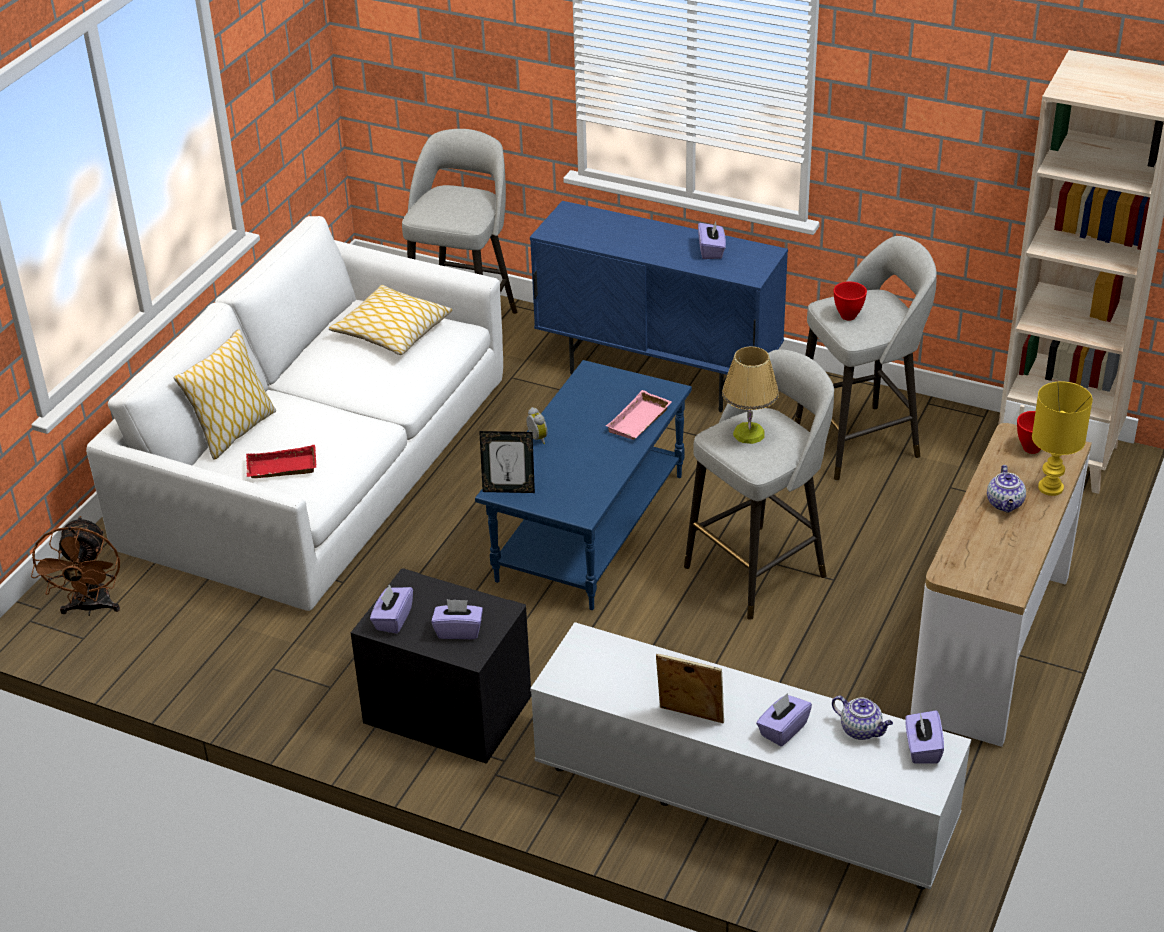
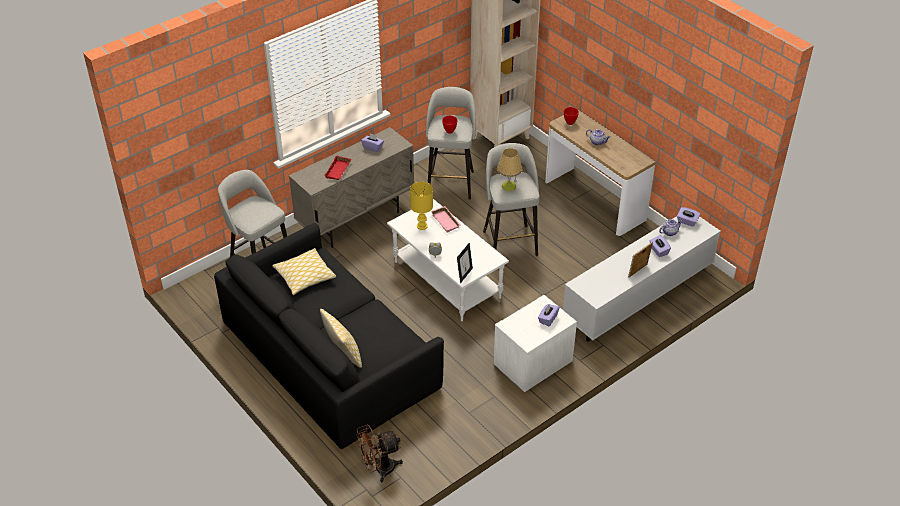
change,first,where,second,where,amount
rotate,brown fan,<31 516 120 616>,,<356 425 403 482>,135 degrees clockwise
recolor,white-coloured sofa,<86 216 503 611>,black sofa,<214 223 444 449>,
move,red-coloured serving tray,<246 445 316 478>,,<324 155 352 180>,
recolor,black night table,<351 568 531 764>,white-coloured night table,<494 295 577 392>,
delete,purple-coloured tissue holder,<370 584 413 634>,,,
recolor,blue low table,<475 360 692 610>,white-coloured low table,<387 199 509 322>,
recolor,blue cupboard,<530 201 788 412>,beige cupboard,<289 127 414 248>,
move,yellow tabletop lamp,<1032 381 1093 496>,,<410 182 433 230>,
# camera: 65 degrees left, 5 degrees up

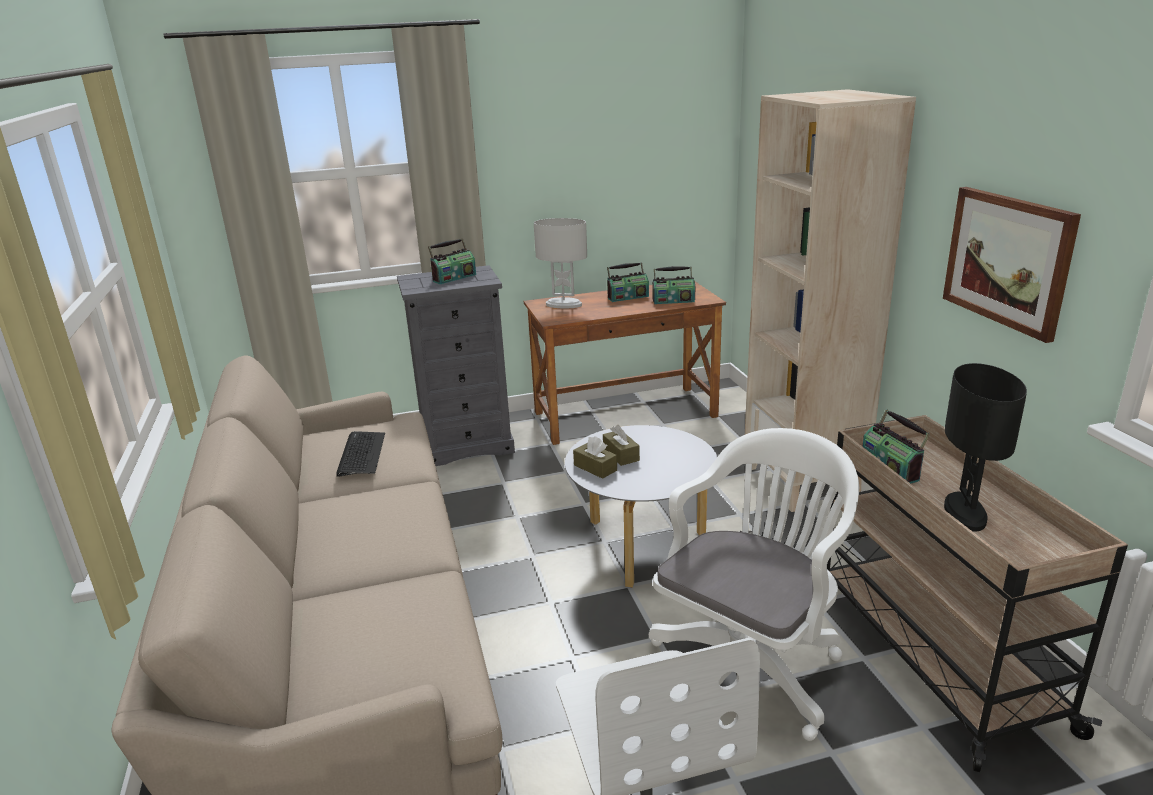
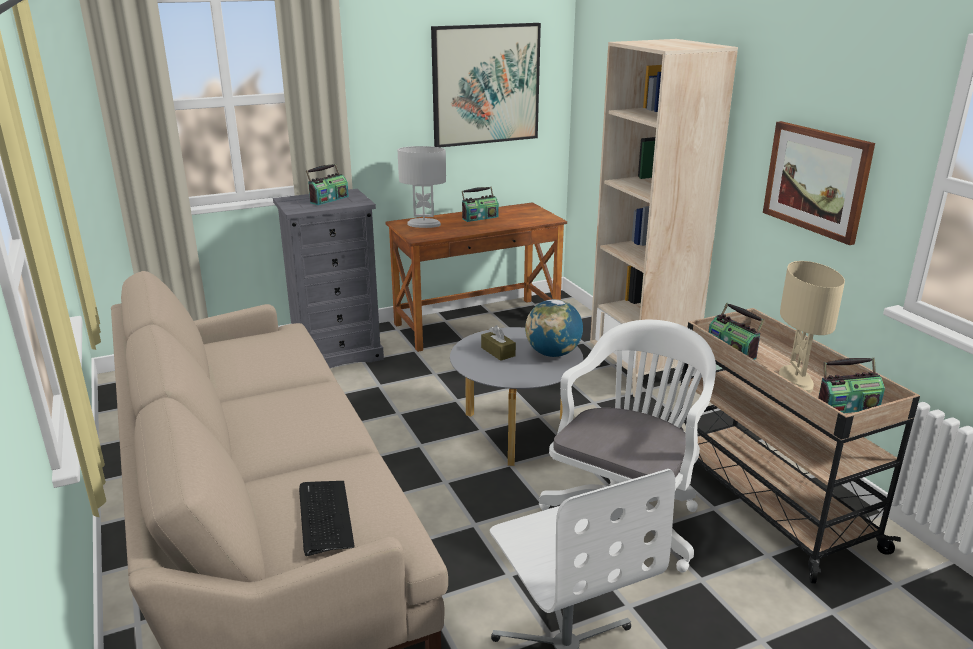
change,first,where,second,where,amount
move,computer keyboard,<336 431 385 477>,,<299 481 355 556>,
delete,brown tissue holder,<573 436 617 479>,,,
move,radio set,<652 266 695 304>,,<818 358 885 413>,
recolor,black tabletop lamp,<944 363 1027 531>,beige tabletop lamp,<779 261 845 393>,
insert,,,wall picture,<431 23 541 147>,
insert,,,desk globe,<525 299 583 357>,
# camera: 10 degrees left, 0 degrees up

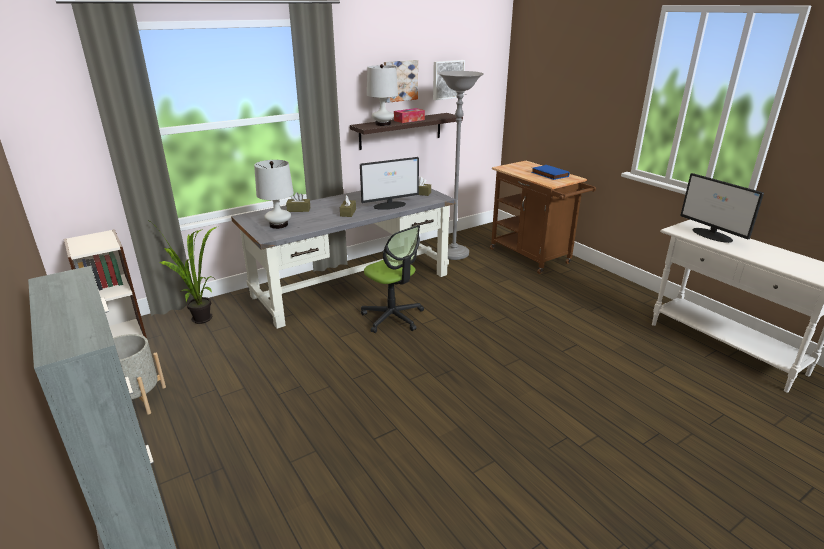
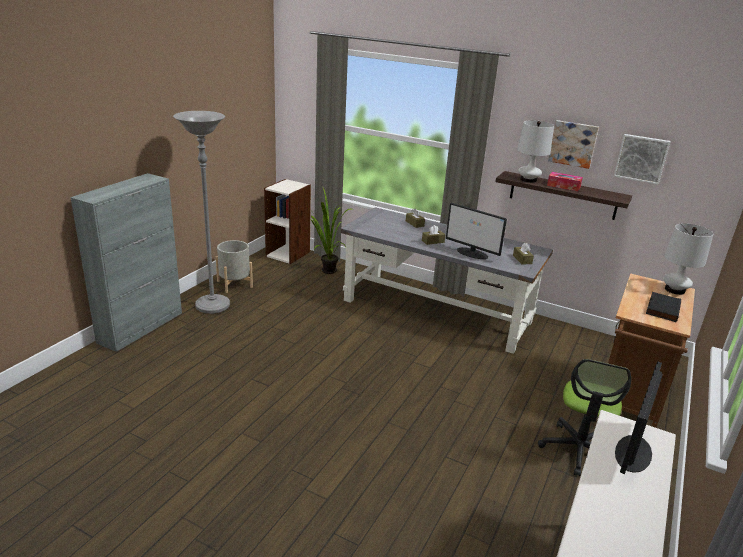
change,first,where,second,where,amount
move,white-coloured tabletop lamp,<254 160 294 229>,,<663 223 713 295>,
move,desk chair,<361 225 424 333>,,<538 359 631 477>,
move,gray standard lamp,<438 71 484 260>,,<173 111 230 314>,
recolor,blue book,<531 165 570 180>,black book,<646 292 681 322>,
# camera: 60 degrees right, 0 degrees up

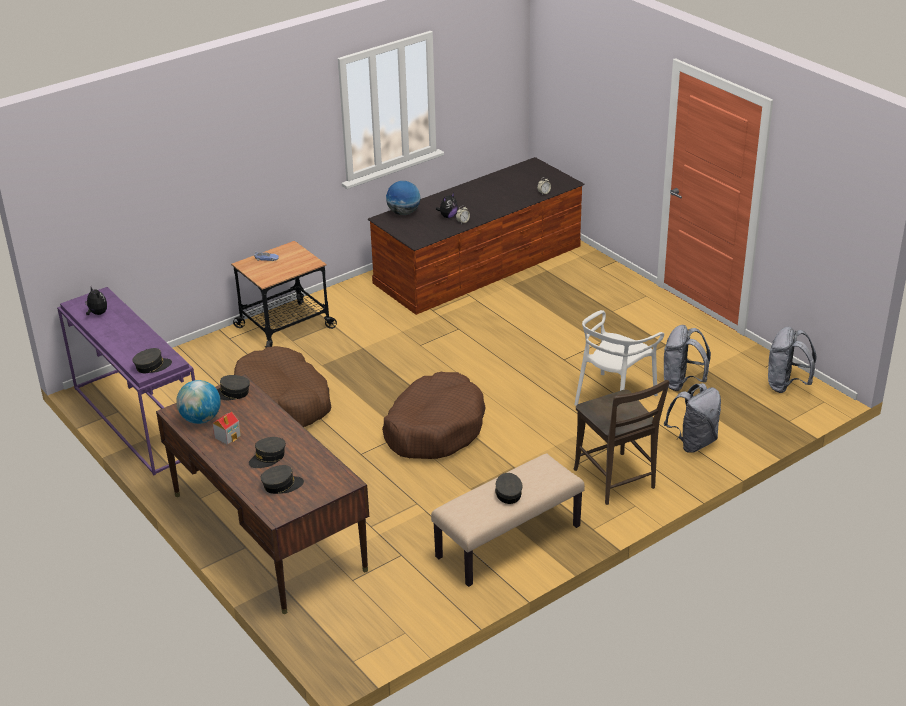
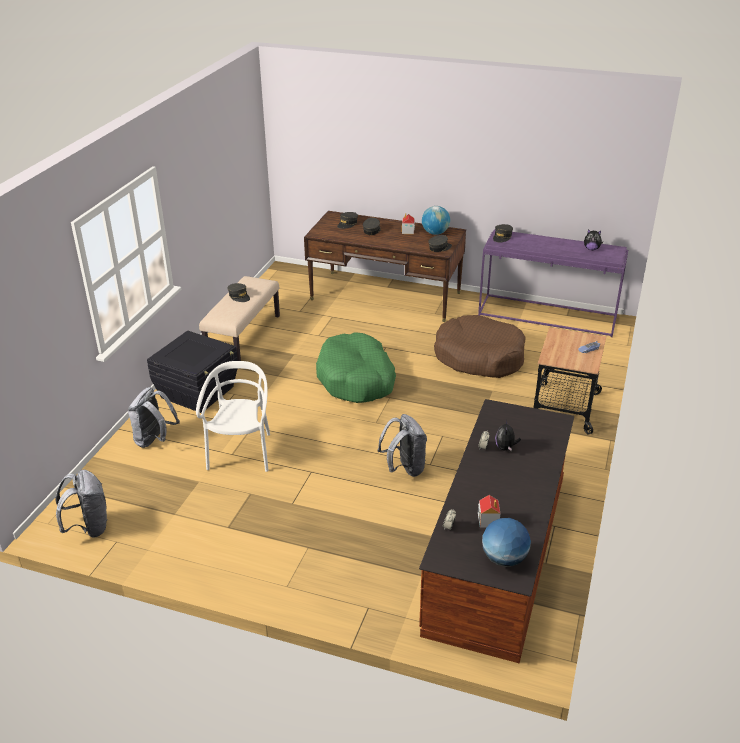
change,first,where,second,where,amount
recolor,brown dog bed,<382 372 486 459>,green-coloured dog bed,<316 332 396 403>,
move,desk globe,<386 181 421 215>,,<482 518 531 567>,
replace,brown chair,<574 380 670 505>,black storage bin,<147 330 238 413>,
move,gray rucksack,<664 325 711 391>,,<377 414 427 477>,
insert,,,toy house,<478 495 501 527>,
# camera: 145 degrees right, 0 degrees up

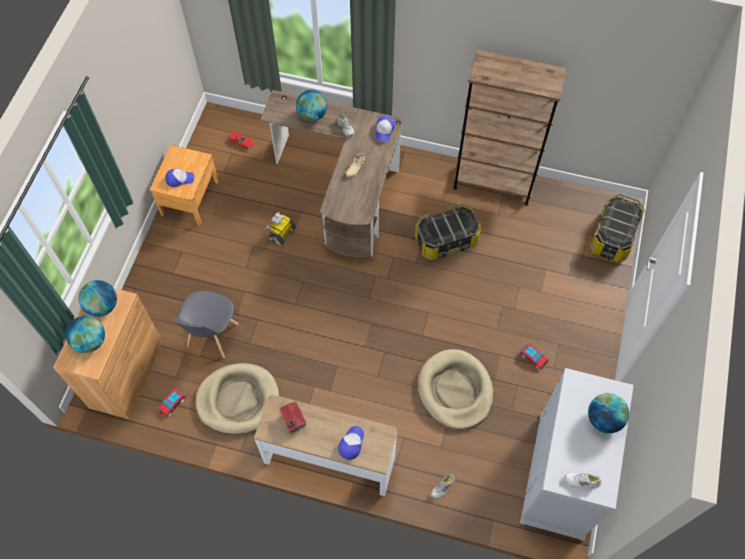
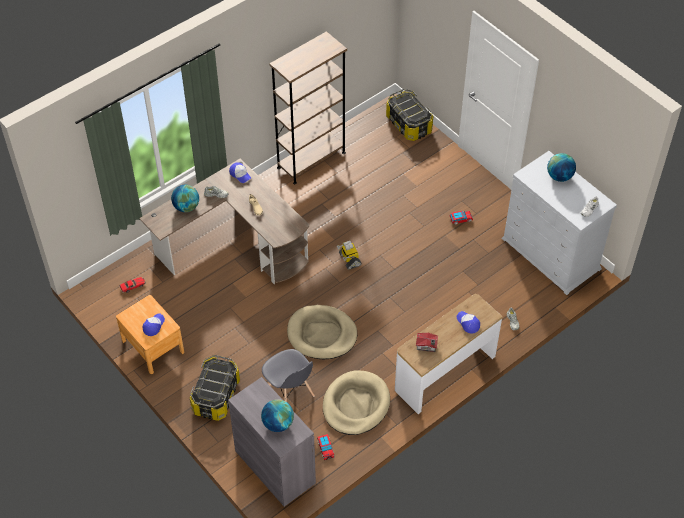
change,first,where,second,where,amount
recolor,brown cupboard,<53 288 162 419>,gray cupboard,<228 377 316 507>,
delete,desk globe,<79 280 117 317>,,,
move,toy robot,<265 212 296 246>,,<337 241 361 270>,
move,storage bin,<415 204 481 260>,,<190 355 240 421>,
move,beige dog bed,<418 349 493 429>,,<287 305 357 359>,
# camera: 55 degrees left, 10 degrees down

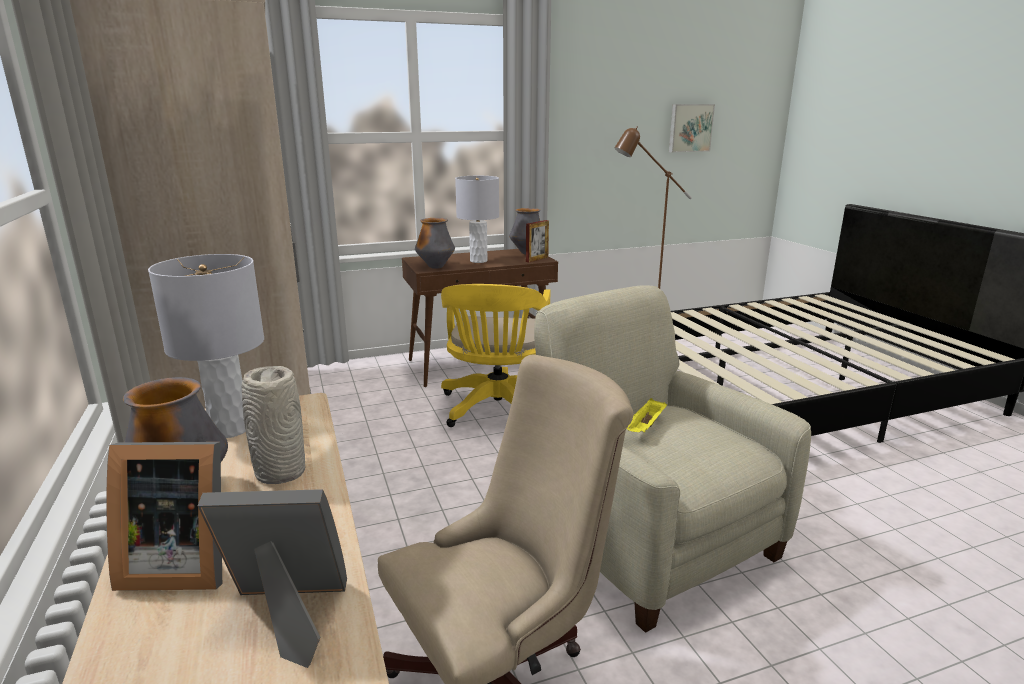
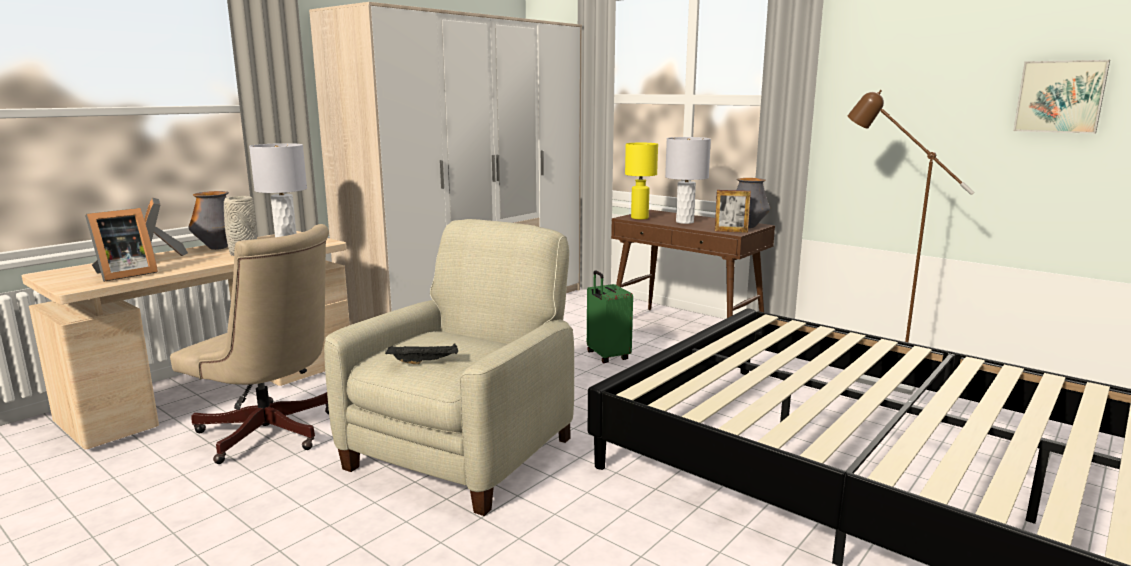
change,first,where,second,where,amount
rotate,picture frame,<198 489 347 668>,,<85 208 158 282>,75 degrees clockwise
replace,vase,<415 218 455 269>,yellow tabletop lamp,<625 143 658 219>,
replace,yellow desk chair,<441 284 550 427>,green-coloured travel case,<587 270 633 363>,
delete,yellow serving tray,<627 398 667 433>,,,
insert,,,black serving tray,<385 343 458 364>,
# camera: 60 degrees right, 5 degrees down

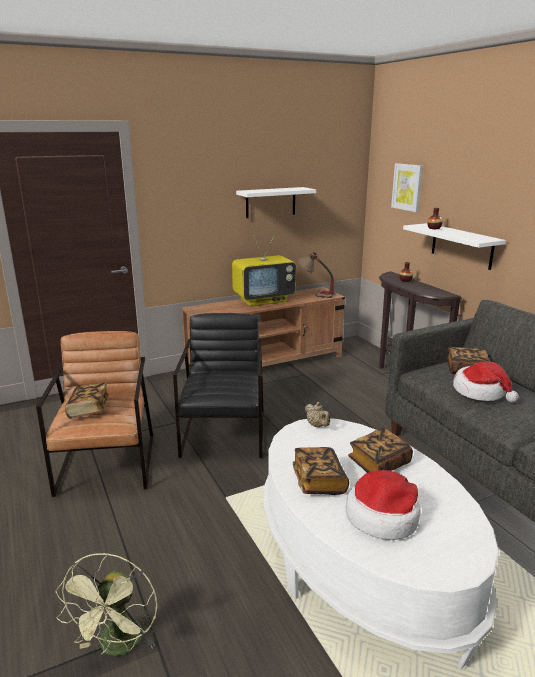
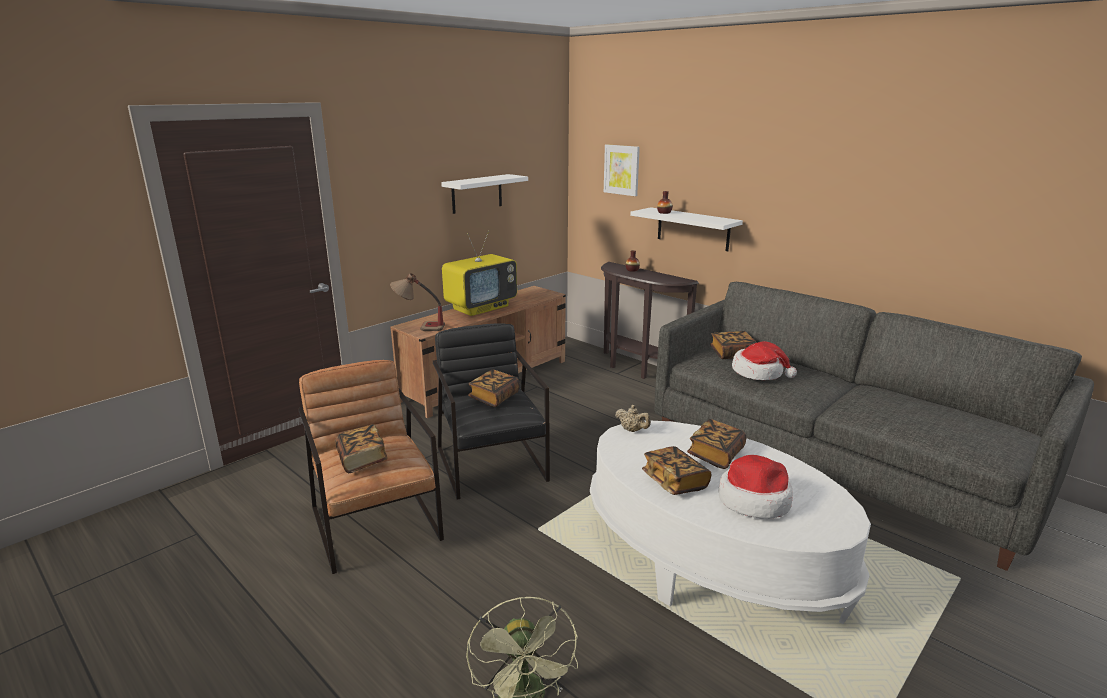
change,first,where,second,where,amount
move,tabletop lamp,<298 252 335 298>,,<390 273 445 331>,
insert,,,book,<468 369 519 407>,
# camera: 20 degrees left, 0 degrees up

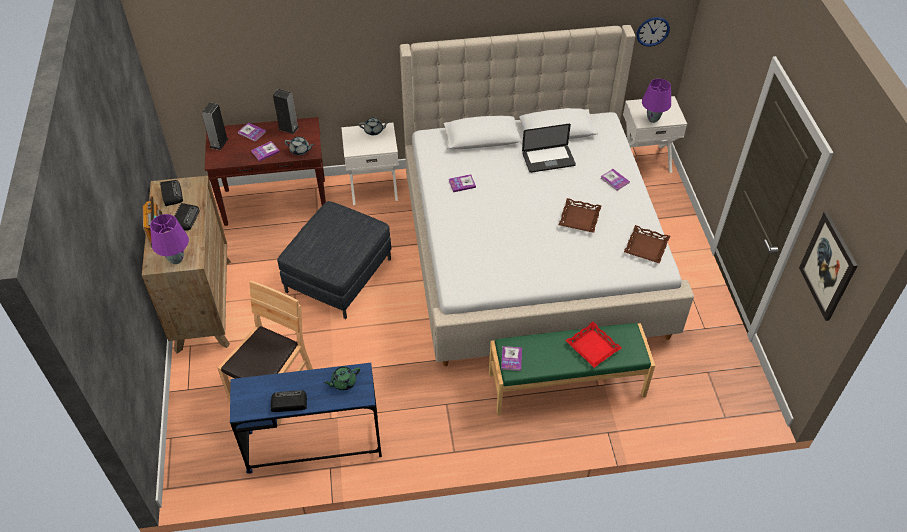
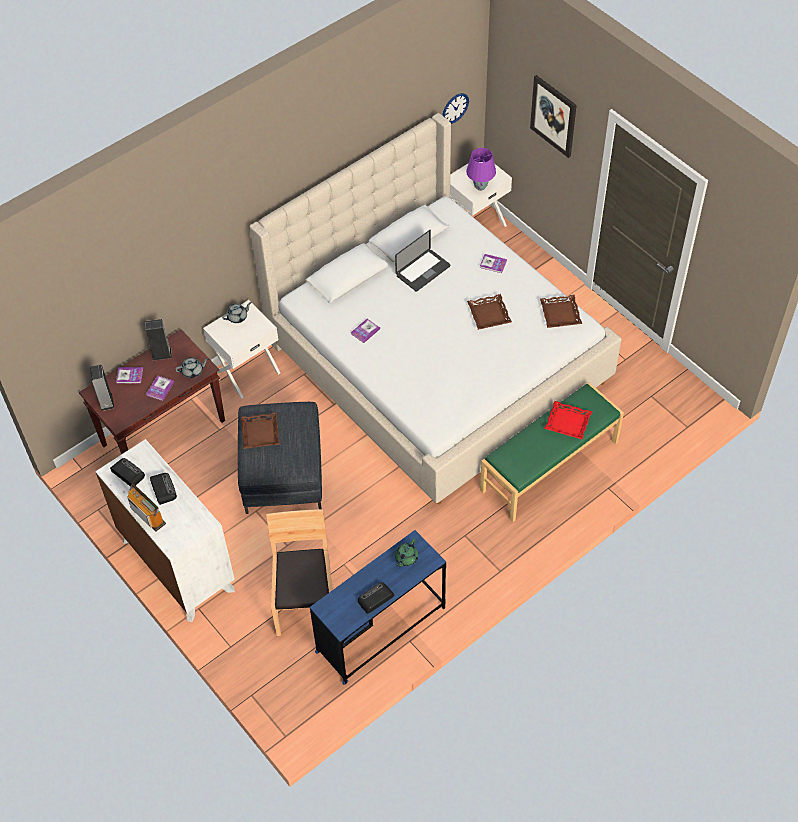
change,first,where,second,where,amount
recolor,brown dresser,<142 176 231 353>,white-coloured dresser,<95 439 235 622>,
delete,purple-coloured tabletop lamp,<150 214 189 264>,,,
delete,book,<501 346 522 371>,,,
move,wall picture,<799 212 858 321>,,<530 75 577 158>,
insert,,,brown serving tray,<241 412 280 449>,
# camera: 30 degrees left, 5 degrees up

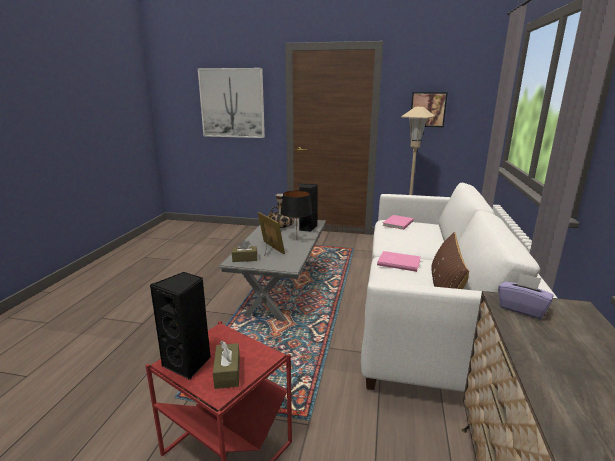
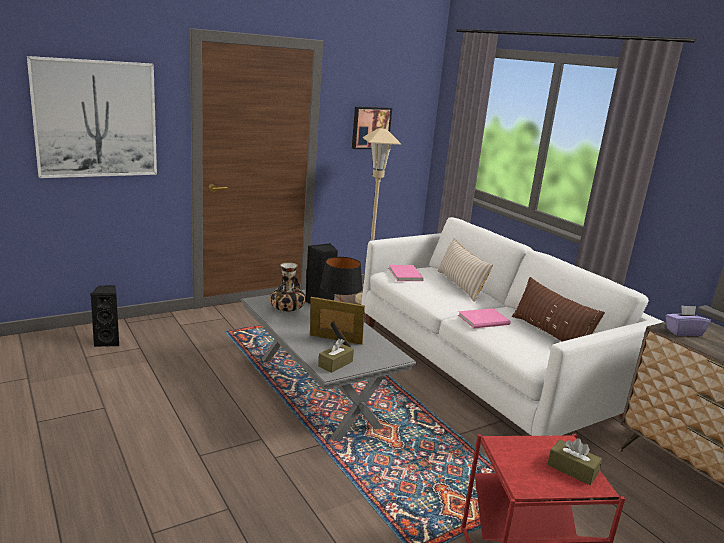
change,first,where,second,where,amount
move,black audio speaker,<150 272 211 380>,,<90 286 120 347>,
insert,,,beige cushion,<437 239 493 302>,
# camera: 45 degrees left, 0 degrees up

